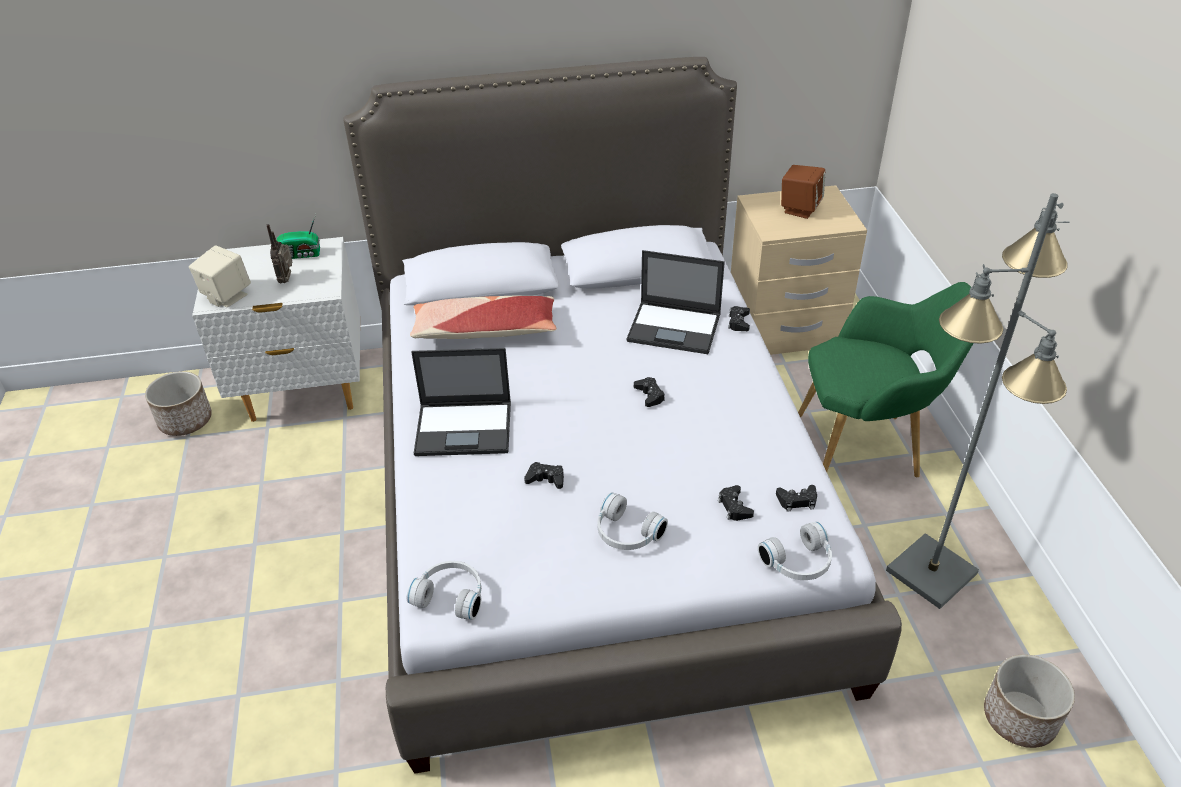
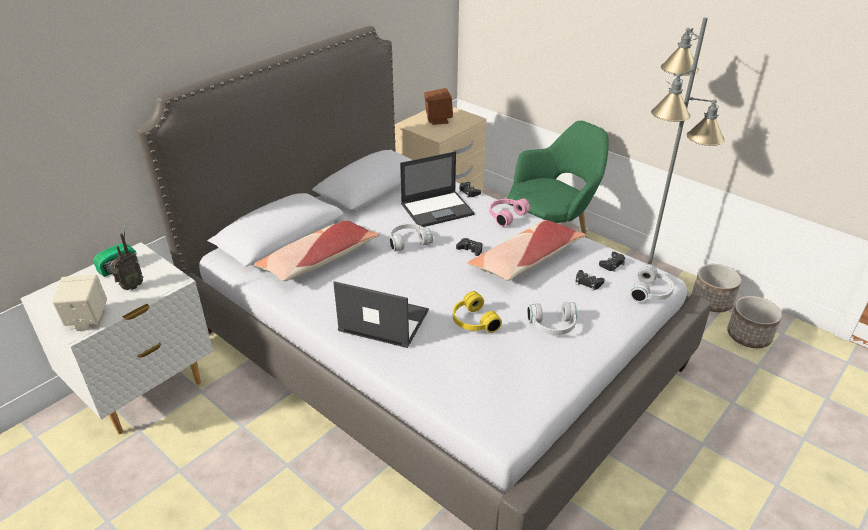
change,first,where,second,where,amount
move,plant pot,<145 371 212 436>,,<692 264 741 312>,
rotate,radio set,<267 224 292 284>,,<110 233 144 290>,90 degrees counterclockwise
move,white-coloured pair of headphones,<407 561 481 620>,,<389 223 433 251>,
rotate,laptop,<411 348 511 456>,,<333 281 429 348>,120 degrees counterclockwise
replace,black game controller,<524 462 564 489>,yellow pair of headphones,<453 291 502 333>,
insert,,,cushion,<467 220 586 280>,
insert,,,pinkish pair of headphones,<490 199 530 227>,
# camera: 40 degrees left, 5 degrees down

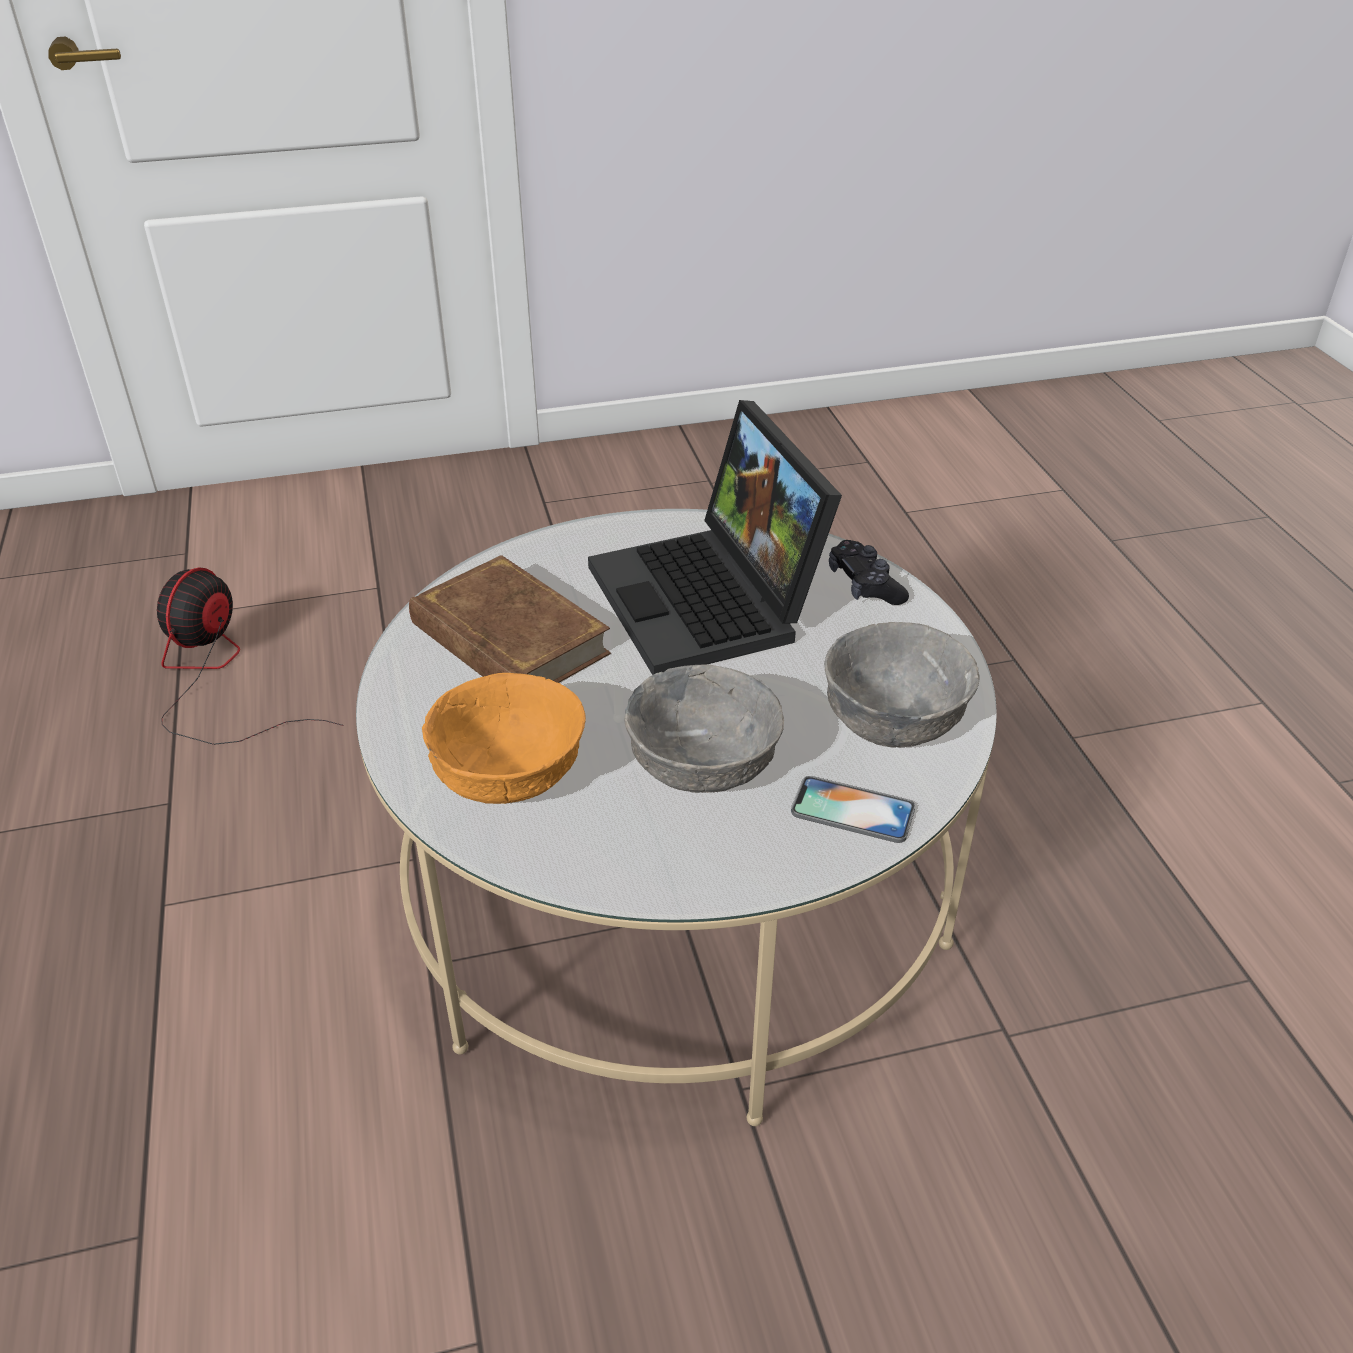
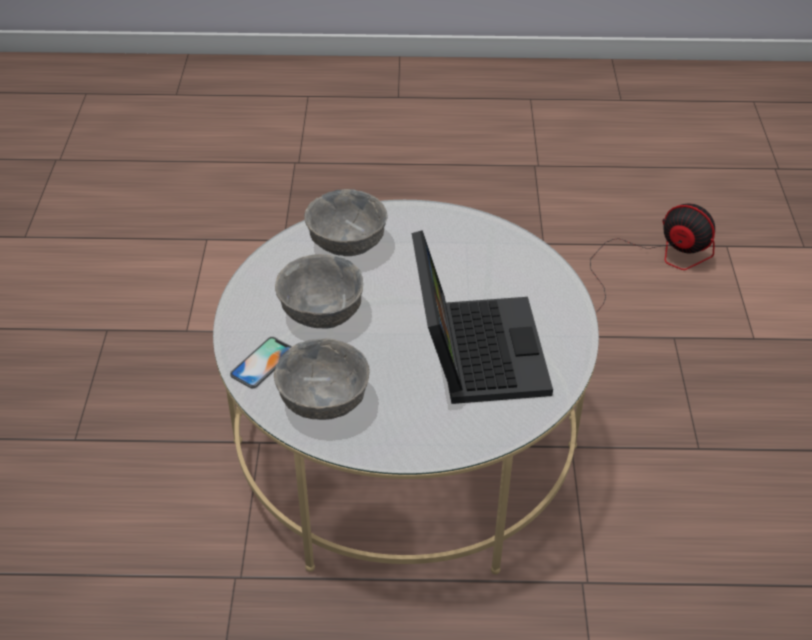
change,first,where,second,where,amount
delete,brown book,<409 555 611 683>,,,
recolor,orange bowl,<422 673 586 804>,gray bowl,<304 189 388 256>,
rotate,laptop,<588 400 842 675>,,<412 230 553 404>,90 degrees clockwise
delete,black game controller,<829 540 909 605>,,,
# camera: 105 degrees right, 5 degrees up

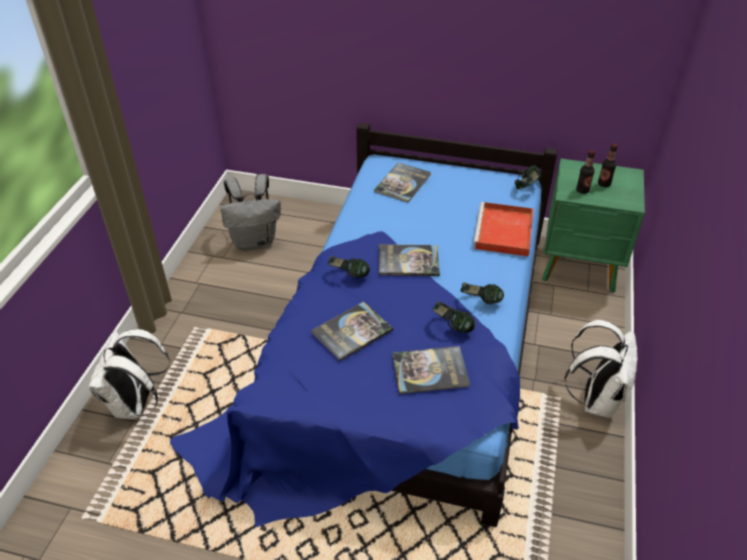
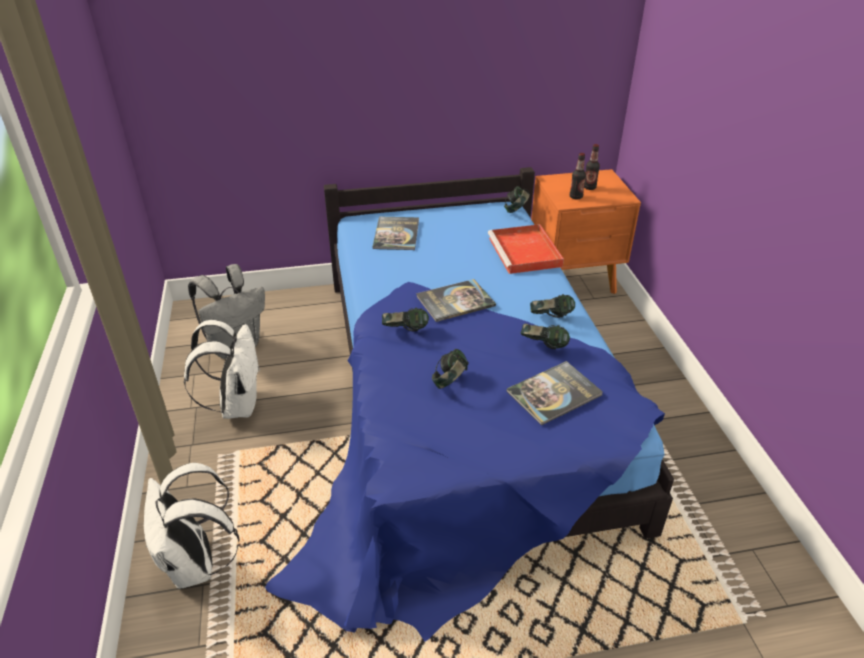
change,first,where,second,where,amount
replace,book,<311 302 393 361>,pair of headphones,<432 349 469 389>,
recolor,green-coloured night table,<542 159 645 293>,orange night table,<531 169 641 294>,
move,white-coloured rucksack,<564 320 637 418>,,<184 320 259 419>,
# camera: 25 degrees left, 5 degrees down

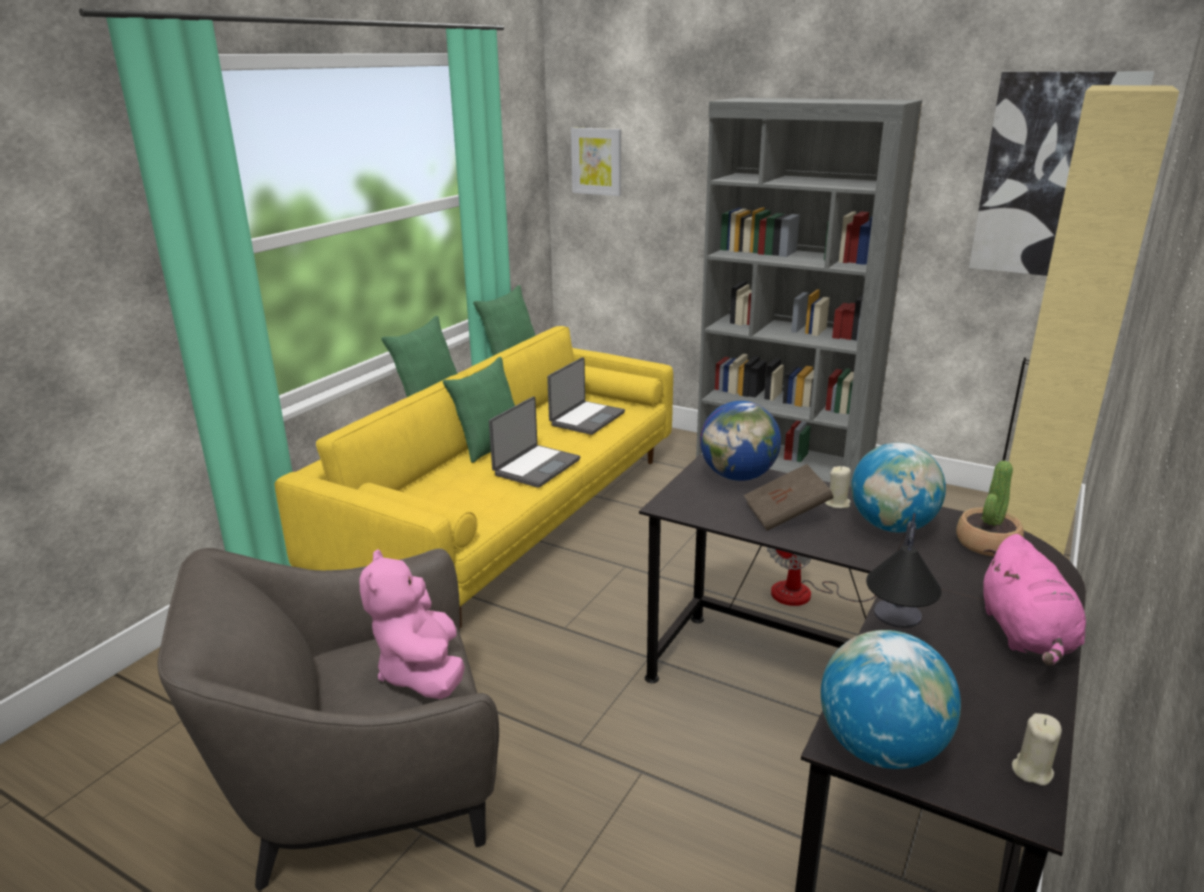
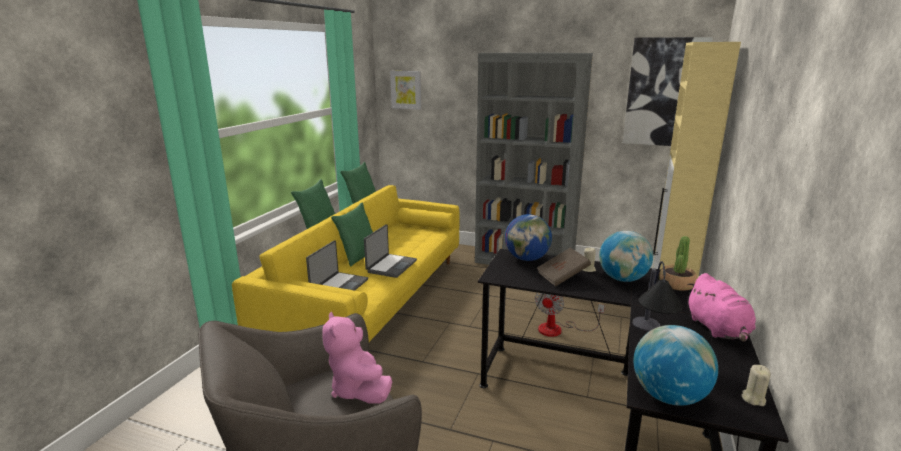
change,first,where,second,where,amount
move,laptop,<547 357 625 435>,,<306 240 368 291>,
# camera: 10 degrees left, 5 degrees down

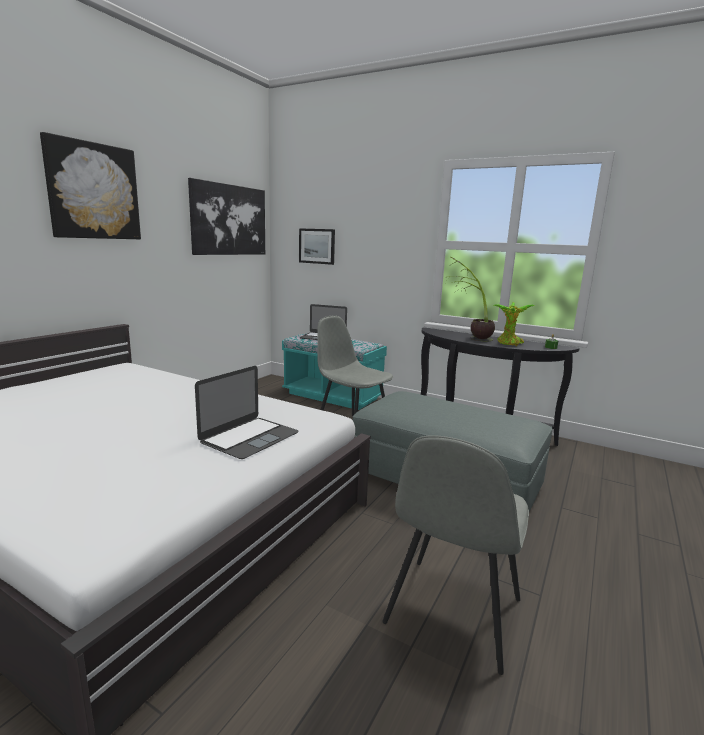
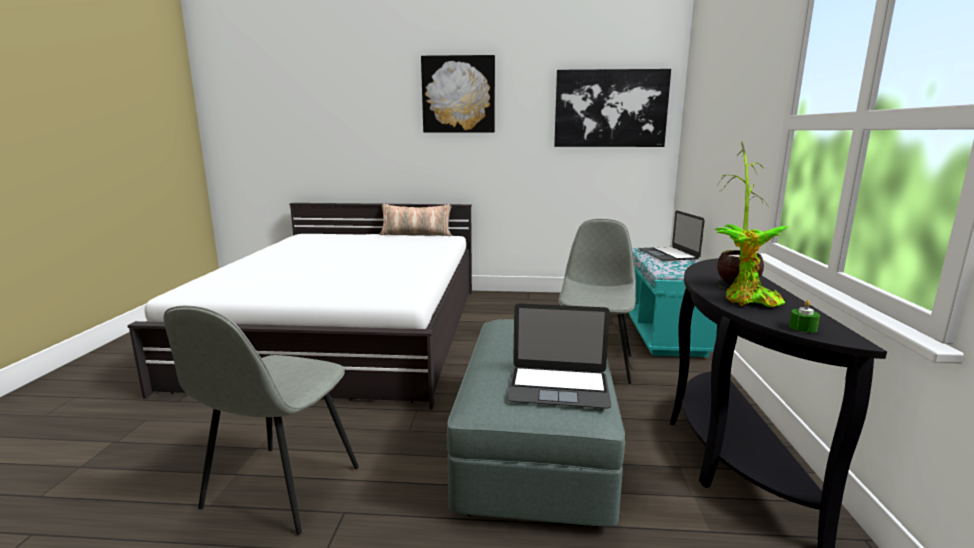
change,first,where,second,where,amount
move,laptop,<195 366 299 459>,,<507 303 611 409>,
delete,wall picture,<299 228 335 265>,,,
rotate,gray chair,<382 435 529 675>,,<164 306 359 535>,75 degrees counterclockwise
insert,,,cushion,<380 204 451 236>,
# camera: 65 degrees right, 0 degrees up

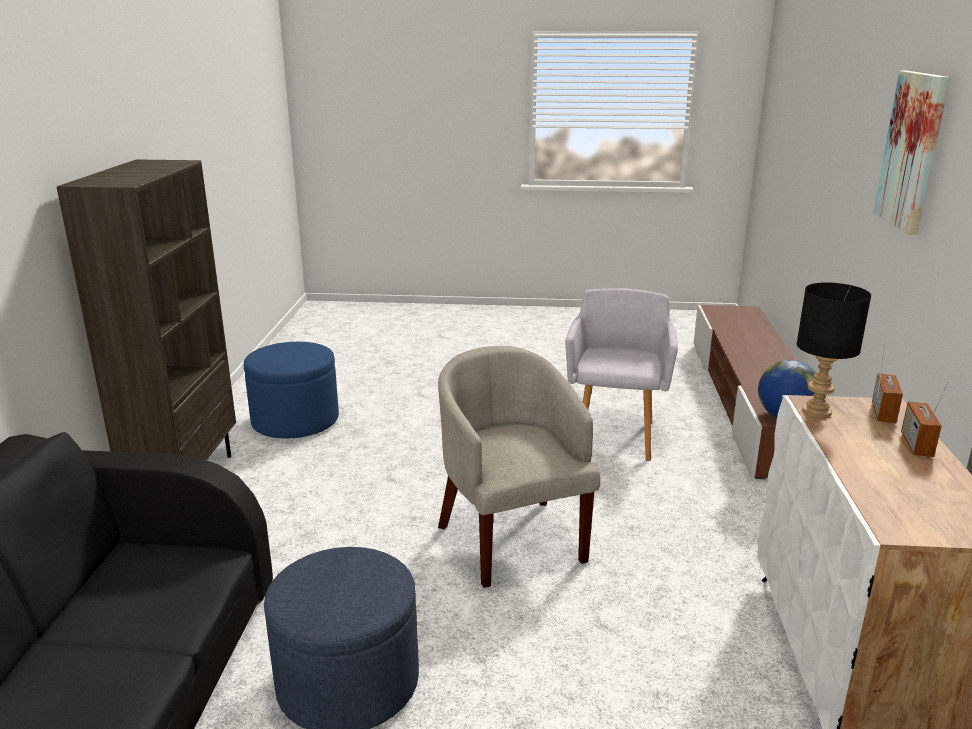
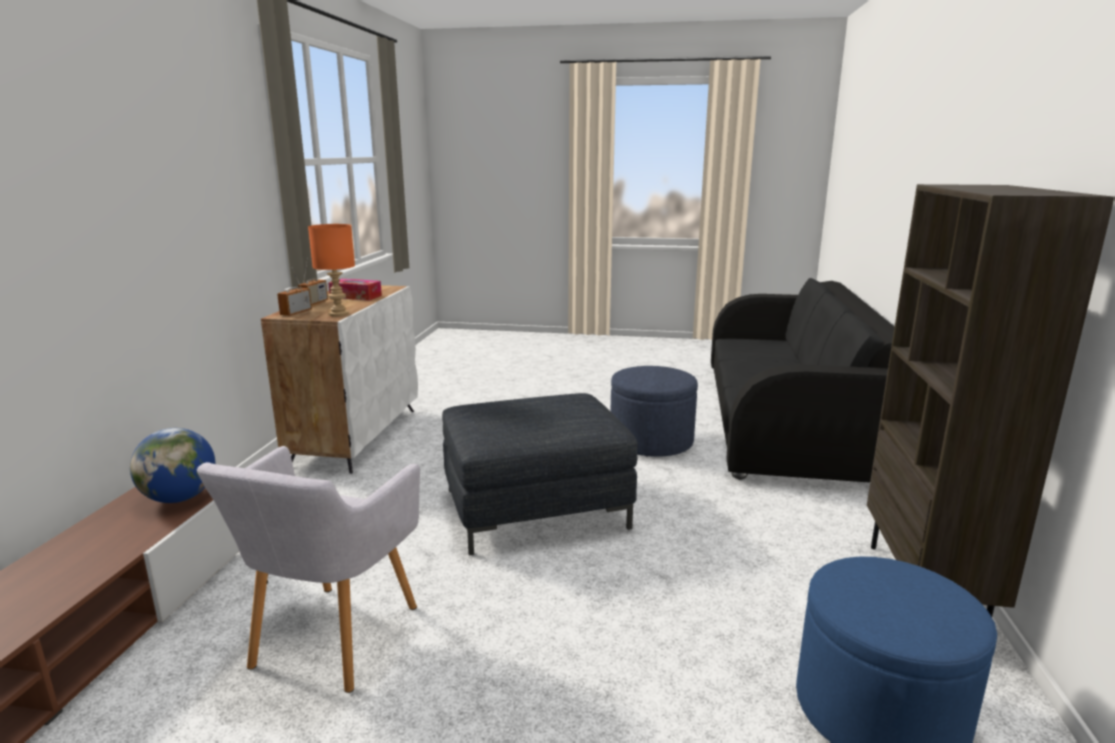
change,first,where,second,where,amount
replace,beige lounge chair,<438 346 601 588>,gray ottoman,<442 393 638 555>,
recolor,black tabletop lamp,<797 282 871 418>,orange tabletop lamp,<308 224 355 317>,
delete,wall picture,<873 71 950 235>,,,
insert,,,tissue holder,<328 279 382 301>,
# camera: 175 degrees left, 5 degrees down

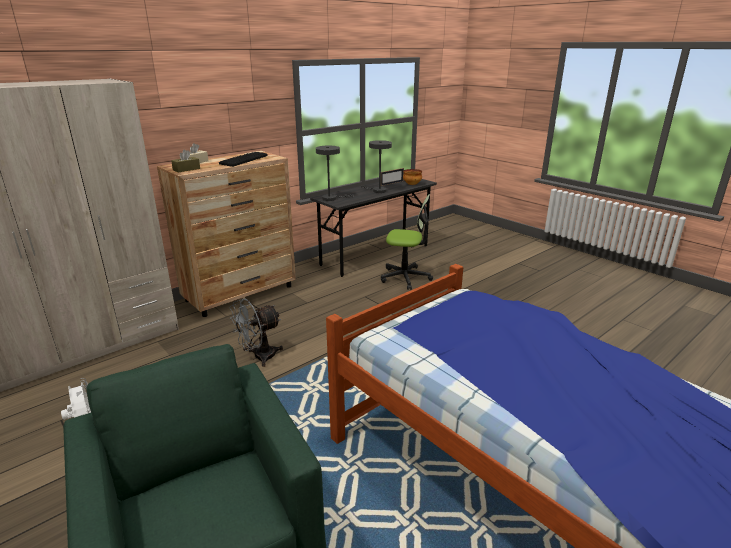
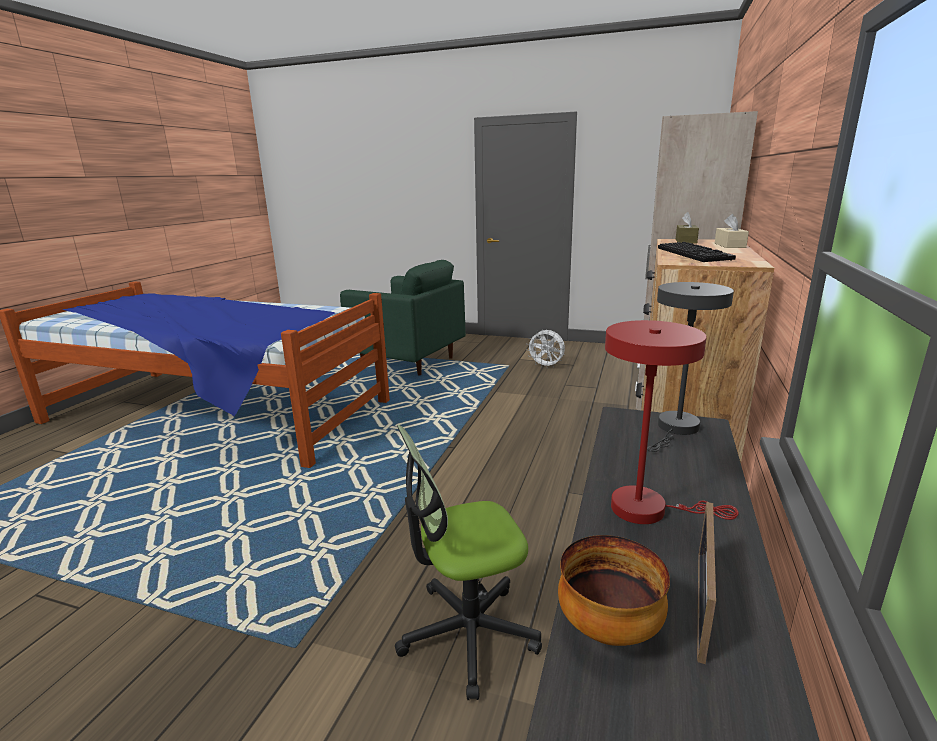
change,first,where,second,where,amount
delete,gray fan,<229 299 283 367>,,,
recolor,gray tabletop lamp,<362 140 392 193>,red-coloured tabletop lamp,<605 320 739 524>,
# camera: 150 degrees right, 5 degrees down

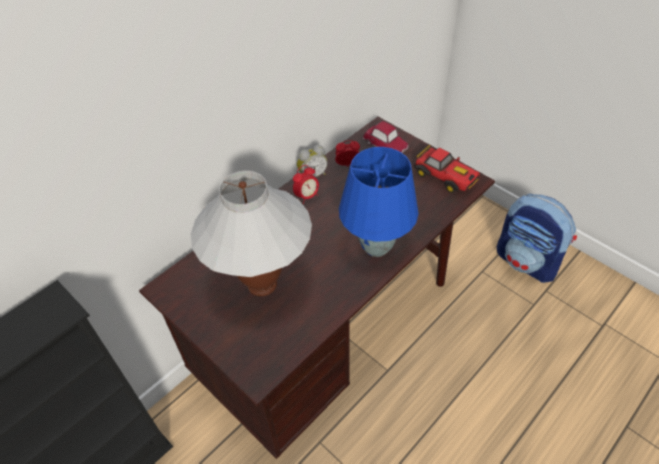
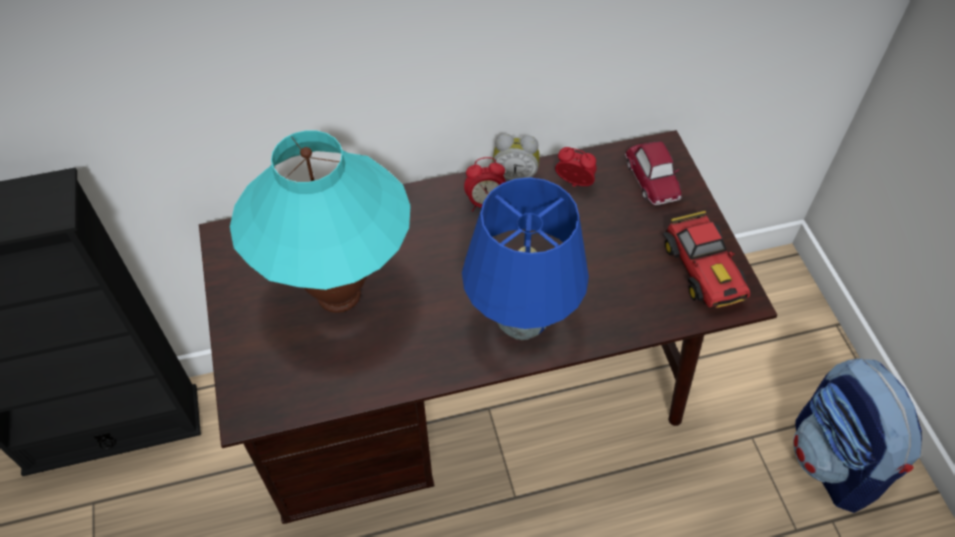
change,first,where,second,where,amount
recolor,white-coloured tabletop lamp,<191 171 312 296>,turquoise tabletop lamp,<230 130 410 313>,
# camera: 30 degrees right, 5 degrees up

